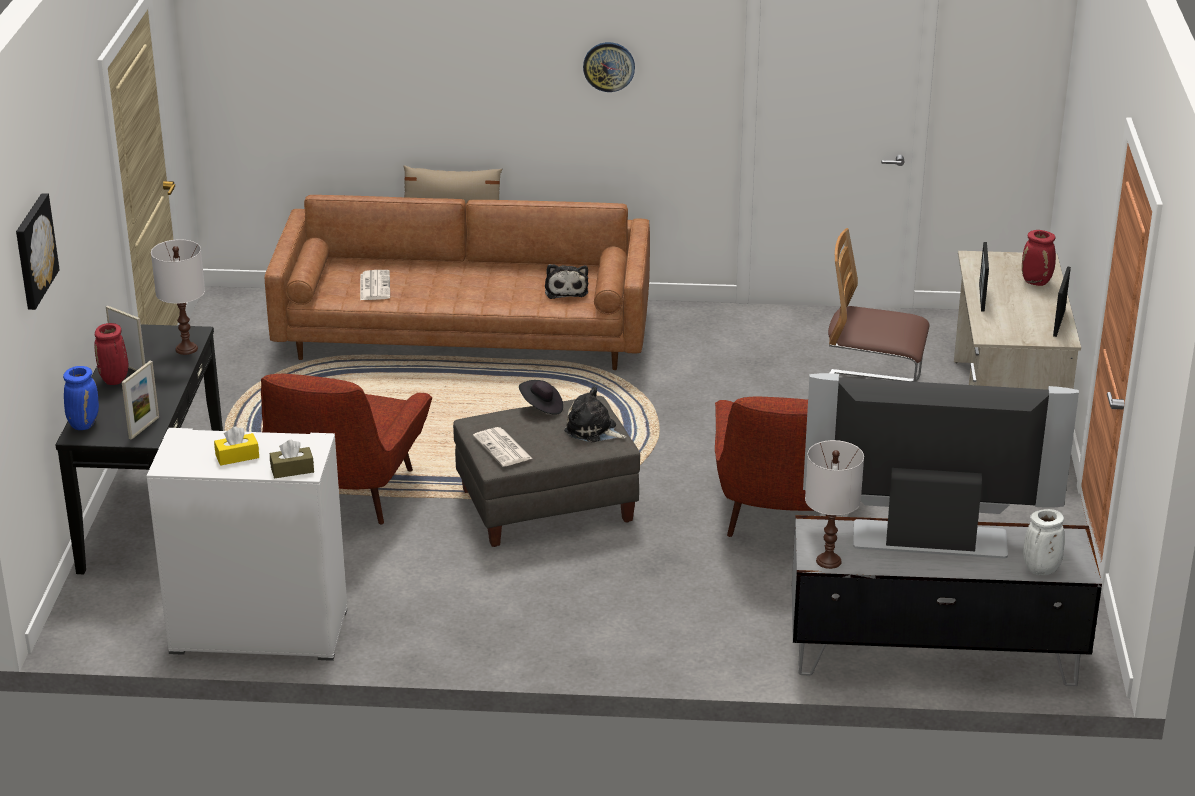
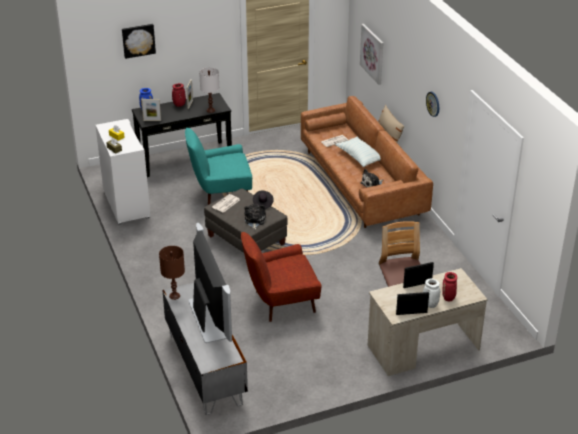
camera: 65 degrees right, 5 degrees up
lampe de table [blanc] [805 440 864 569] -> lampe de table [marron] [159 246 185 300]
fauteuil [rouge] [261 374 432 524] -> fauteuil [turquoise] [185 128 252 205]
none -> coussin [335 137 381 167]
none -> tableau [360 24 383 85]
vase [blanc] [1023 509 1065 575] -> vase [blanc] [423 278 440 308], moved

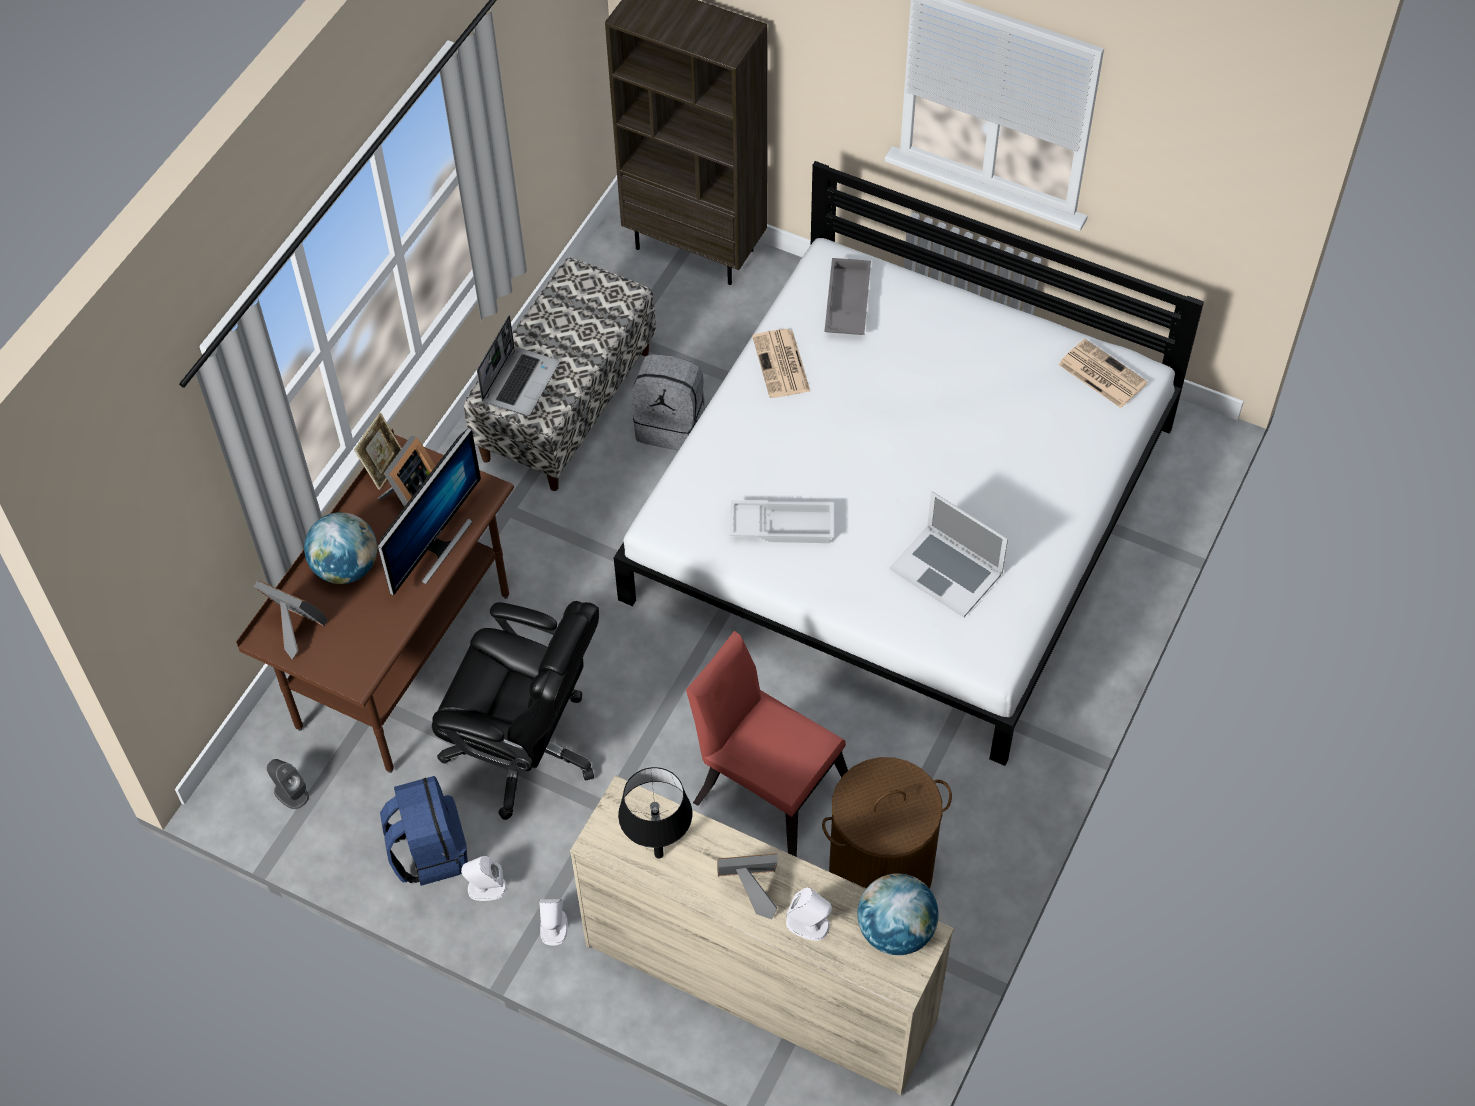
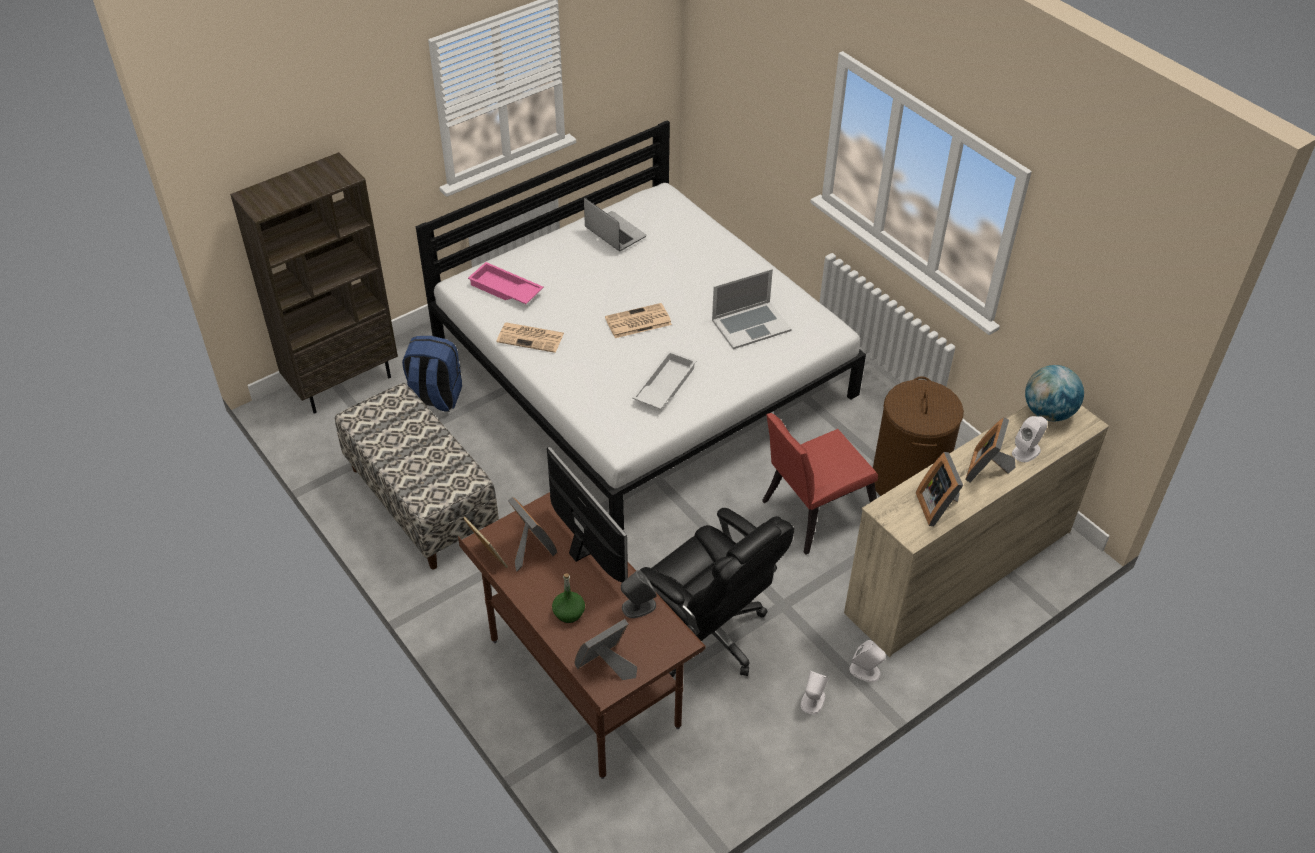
camera: 65 degrees left, 10 degrees down
sac à dos [bleu] [380 776 468 886] -> sac à dos [bleu] [402 336 462 412], moved
plateau [gris] [824 258 871 335] -> plateau [rose] [468 262 544 304]
globe [304 512 377 584] -> bouteille [vert] [552 573 585 623]
ordinateur portable [477 316 560 416] -> ordinateur portable [584 198 646 251], moved
journal [1058 339 1148 408] -> journal [605 303 672 338], moved
enceinte [gris] [267 759 309 809] -> enceinte [gris] [621 570 656 618], moved
chaise de bureau [noir] [432 601 599 820] -> chaise de bureau [noir] [640 508 794 677], 90 degrees clockwise
lampe de table [noir] [618 767 692 858] -> cadre photo [916 452 963 526]
sac à dos [gris] [632 354 705 451] -> none

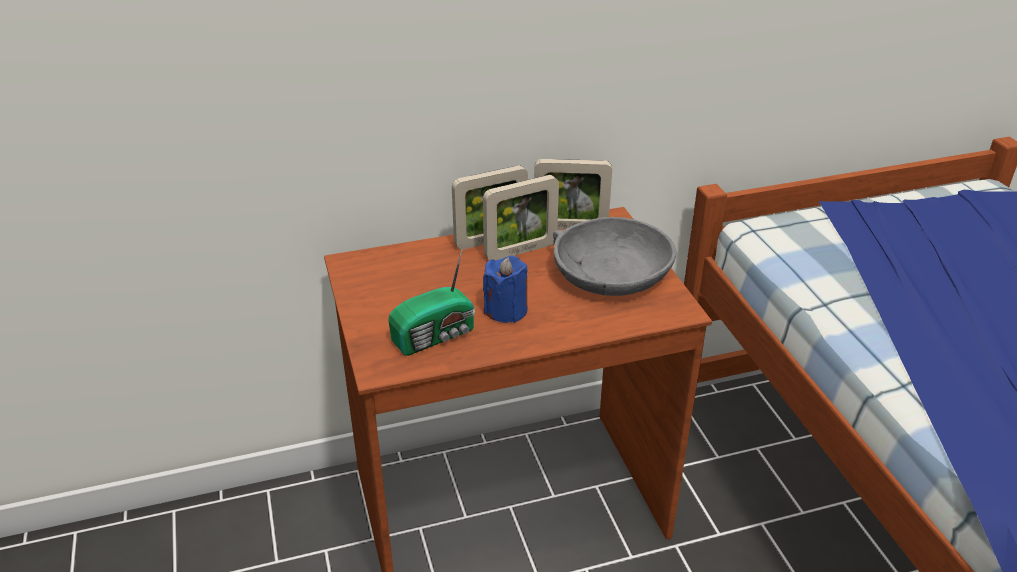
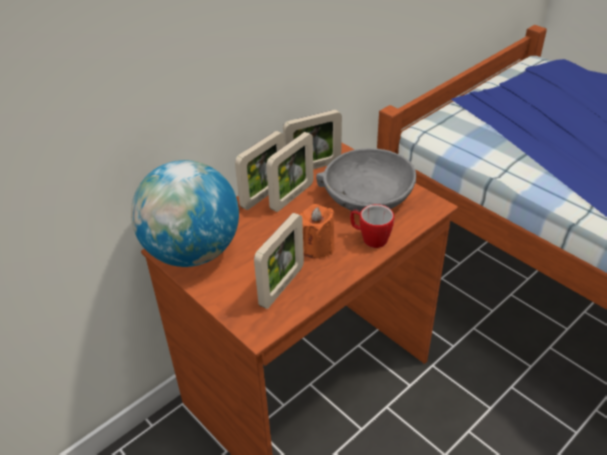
camera: 25 degrees left, 5 degrees up
none -> globe [131 160 239 267]
radio [388 247 475 356] -> cadre photo [254 213 304 309]
bougie [bleu] [483 256 528 323] -> bougie [orange] [300 204 335 259]
none -> mug [350 204 394 248]

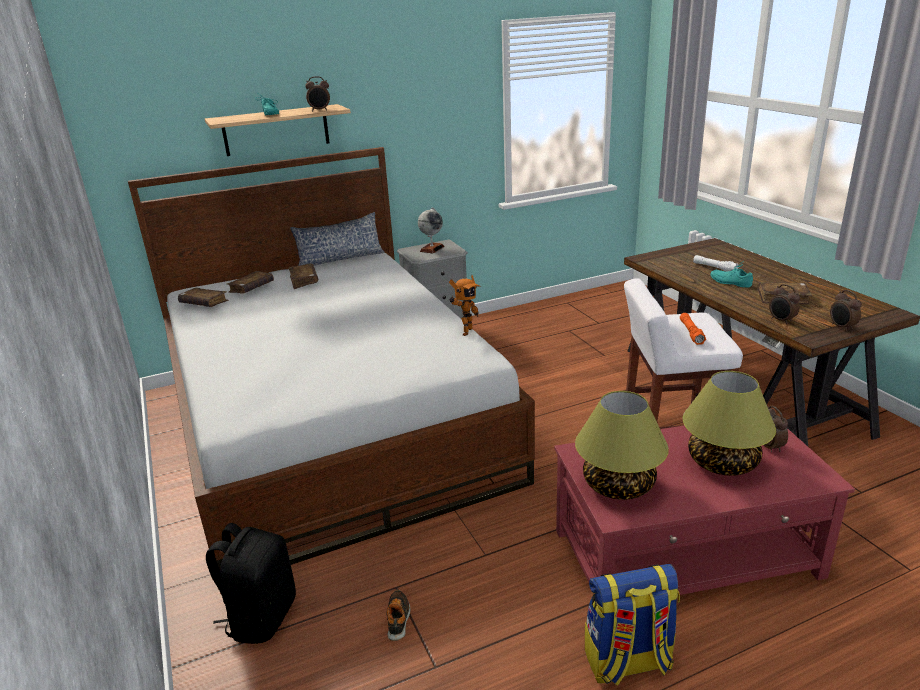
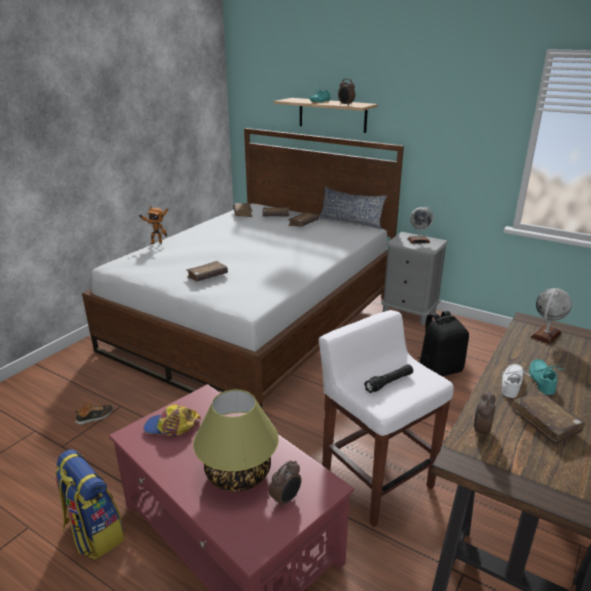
camera: 55 degrees right, 0 degrees up
robot jouet [449 275 480 336] -> robot jouet [140 206 168 244], moved
lampe de table [575 391 669 500] -> casquette [144 404 201 436]
none -> livre [marron] [186 261 228 282]
lampe de poche [orange] [680 313 706 345] -> lampe de poche [noir] [364 364 413 393]
sac à dos [noir] [206 523 296 644] -> sac à dos [noir] [418 311 469 376], moved
none -> chaussure [blanc] [502 364 531 398]
none -> globe [530 288 572 345]
lampe de poche [blanc] [693 255 739 271] -> none
réveil [830 290 862 332] -> none

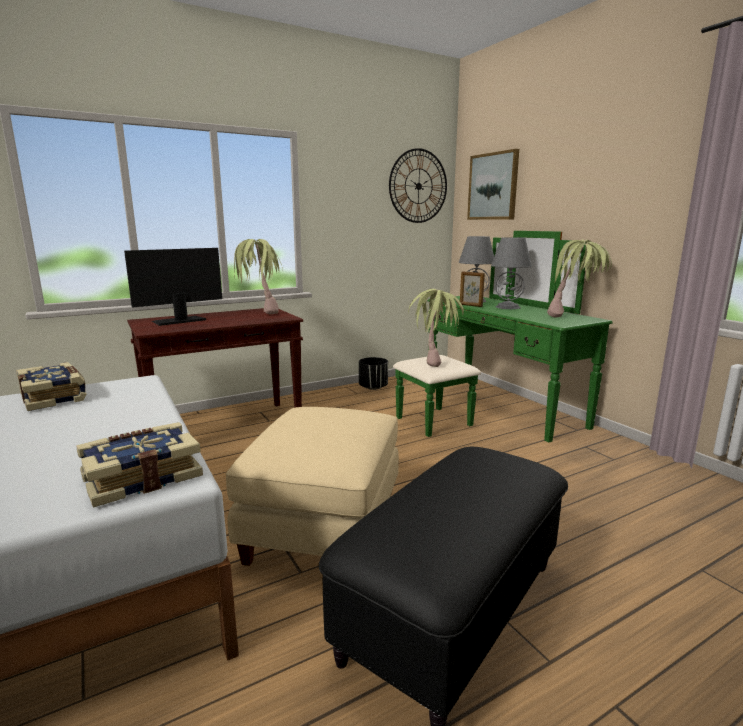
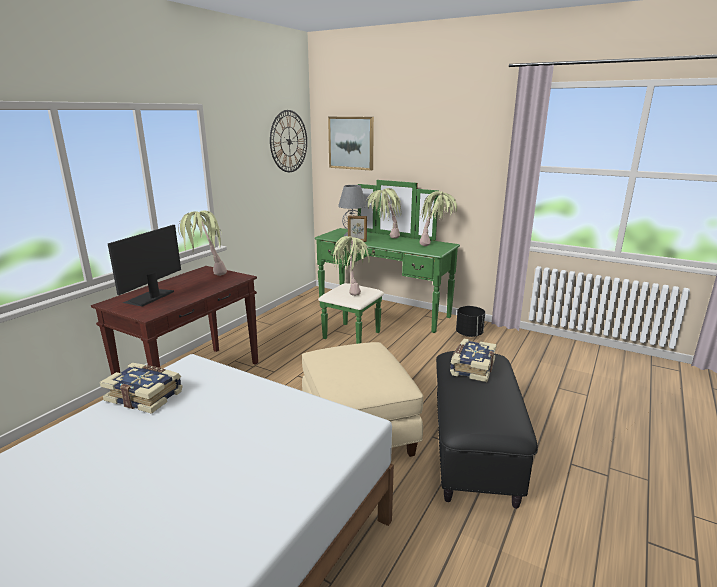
camera: 30 degrees left, 5 degrees up
lampe de table [gris] [491 237 532 309] -> plante en pot [365 188 402 239]
livre [76 422 203 507] -> livre [450 339 497 382], moved
cache-pot [noir] [359 357 388 390] -> cache-pot [noir] [456 306 485 337], moved

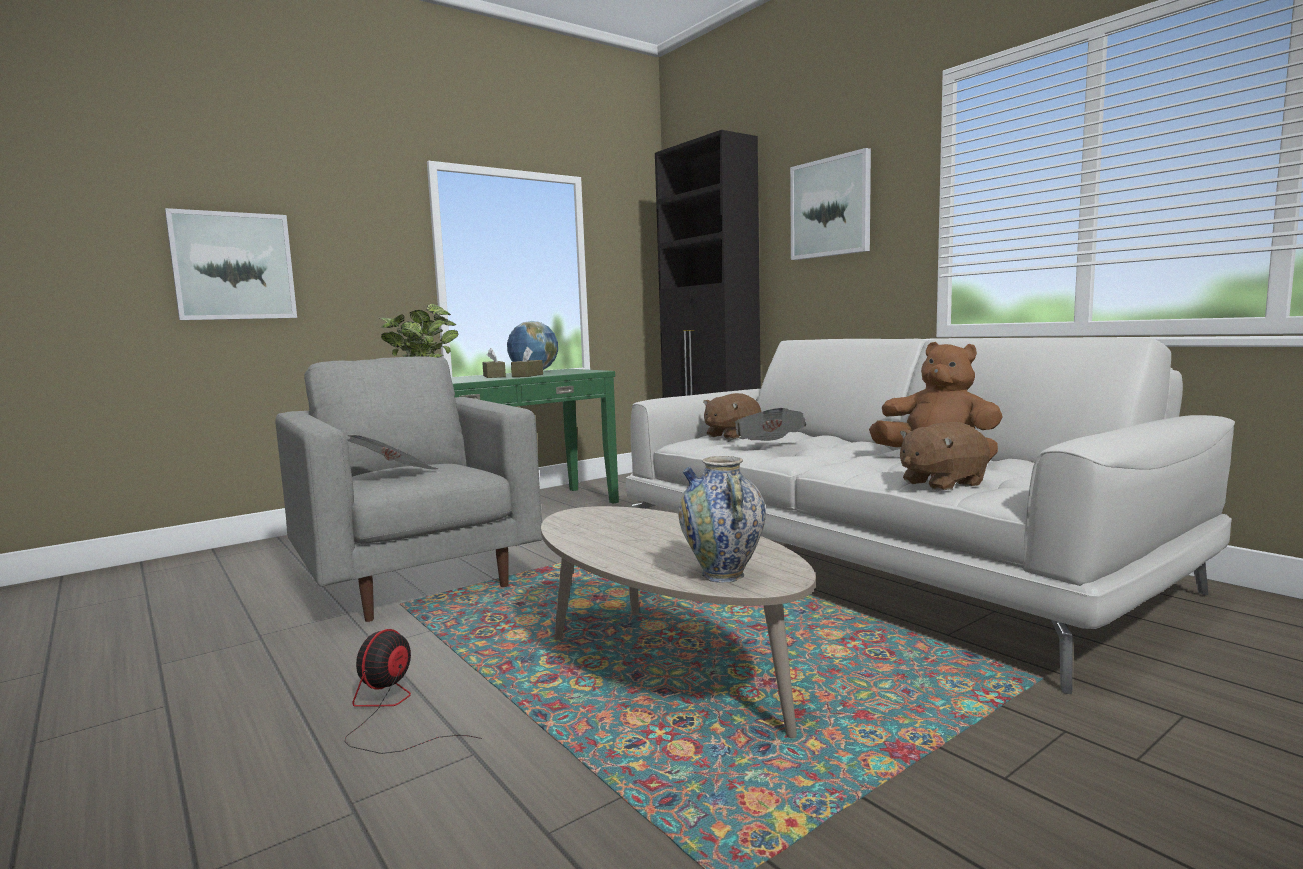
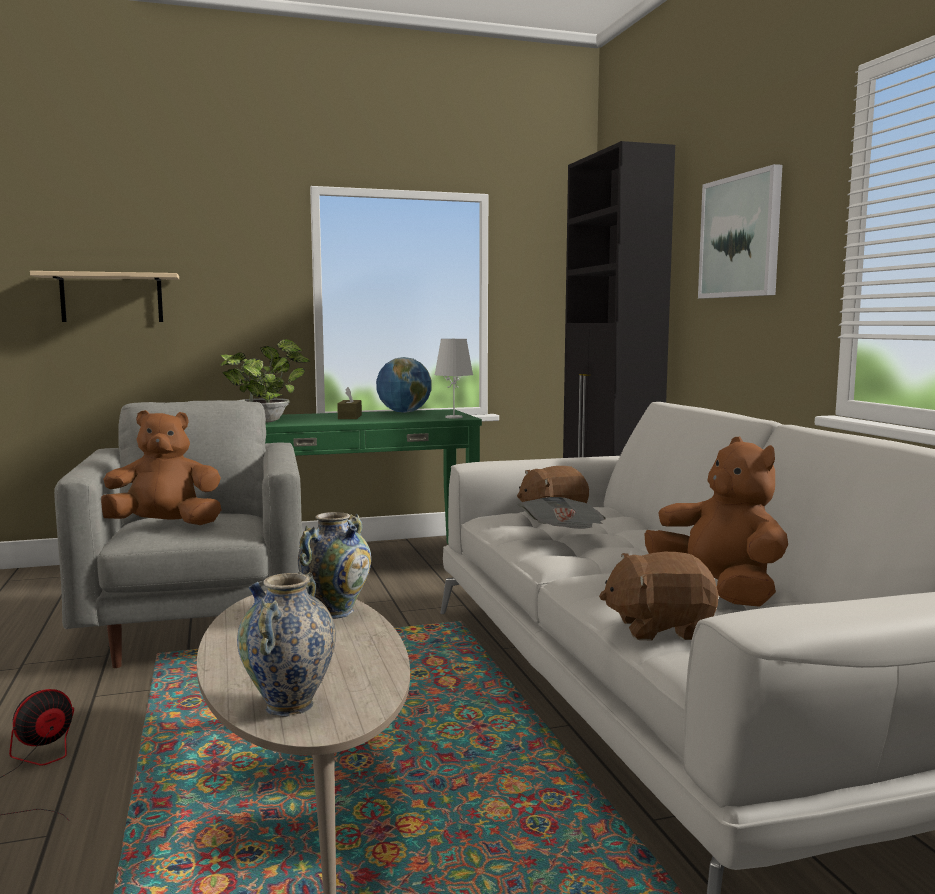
camera: 20 degrees right, 0 degrees up
tableau [165 208 297 320] -> étagère [beige] [30 271 179 322]
journal [347 435 439 469] -> peluche [marron] [101 410 221 525]
none -> vase [298 512 371 619]
none -> lampe de table [blanc] [434 339 473 419]
boîte à mouchoirs [marron] [511 347 543 377] -> none

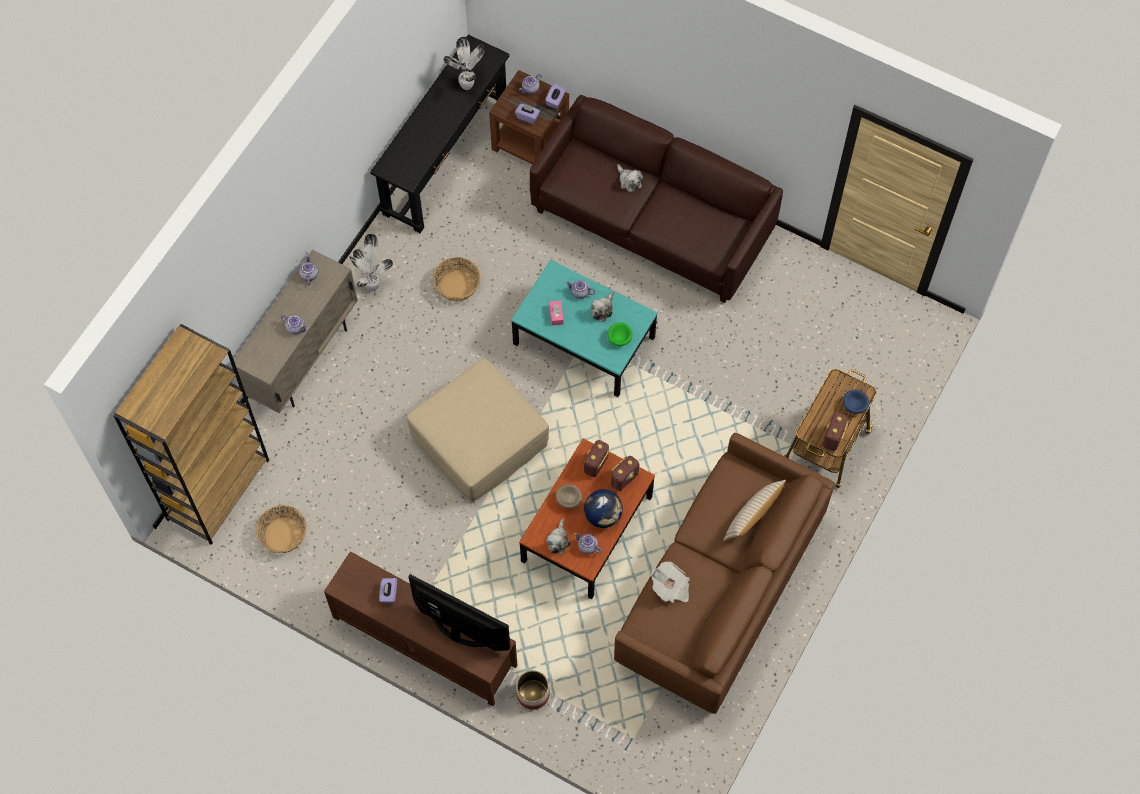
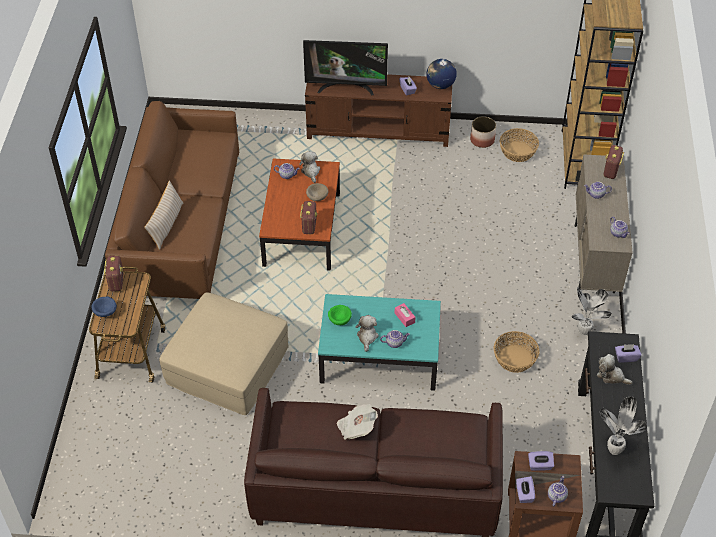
camera: 155 degrees right, 15 degrees down
pouf [beige] [407 358 549 503] -> pouf [beige] [159 292 288 415], moved
journal [651 562 690 603] -> journal [337 404 378 440], moved
globe [584 489 623 528] -> globe [427 59 457 89], moved
cache-pot [516 670 549 710] -> cache-pot [470 116 496 148], moved
peluche [617 164 643 192] -> peluche [597 354 633 385], moved
radio [611 456 639 491] -> radio [604 145 624 179], moved
none -> boîte à mouchoirs [violet] [615 344 642 363]

